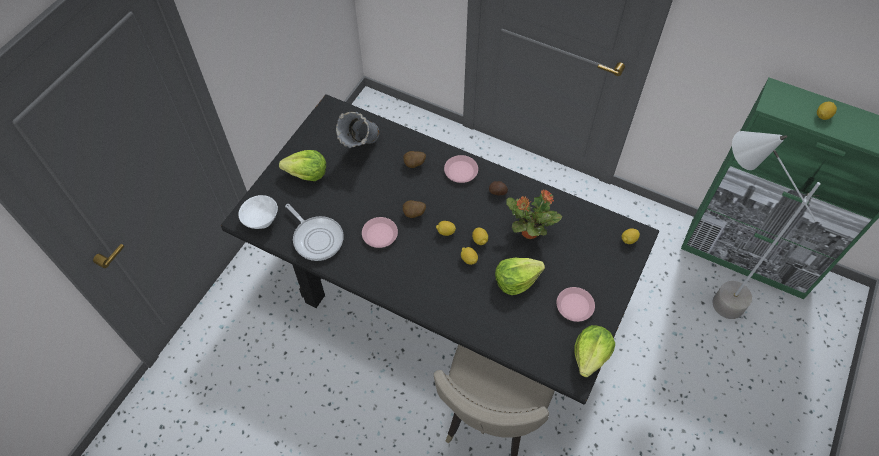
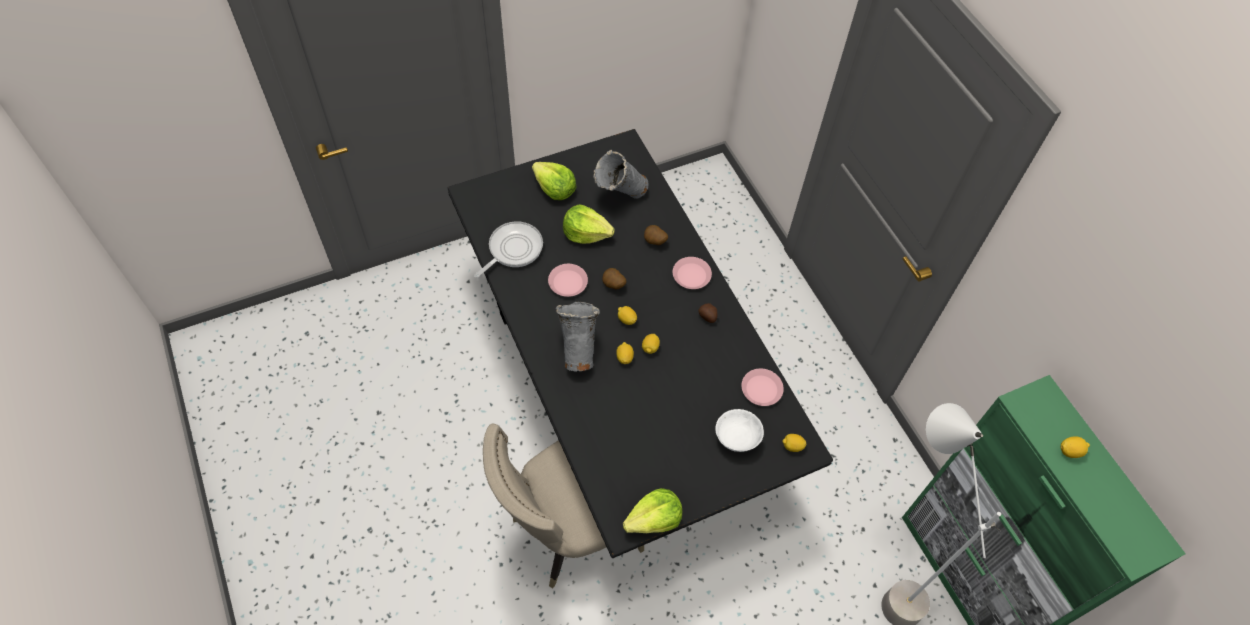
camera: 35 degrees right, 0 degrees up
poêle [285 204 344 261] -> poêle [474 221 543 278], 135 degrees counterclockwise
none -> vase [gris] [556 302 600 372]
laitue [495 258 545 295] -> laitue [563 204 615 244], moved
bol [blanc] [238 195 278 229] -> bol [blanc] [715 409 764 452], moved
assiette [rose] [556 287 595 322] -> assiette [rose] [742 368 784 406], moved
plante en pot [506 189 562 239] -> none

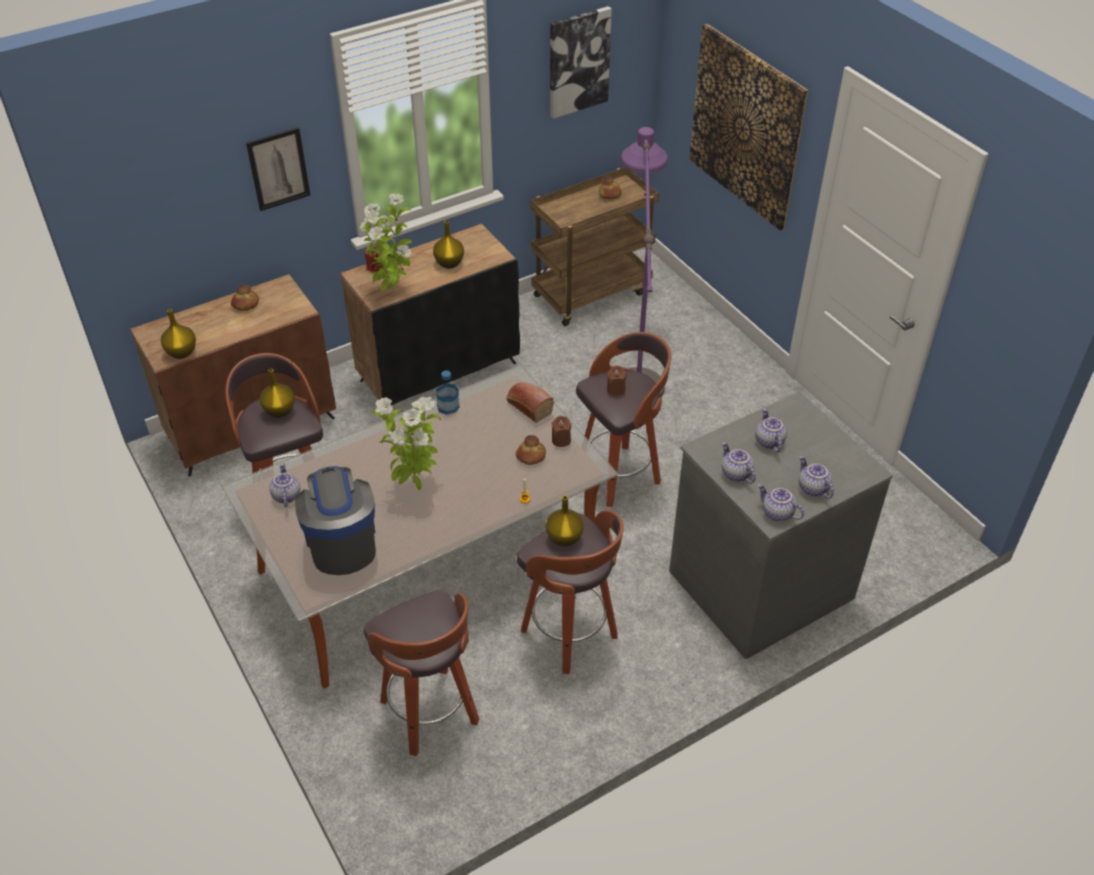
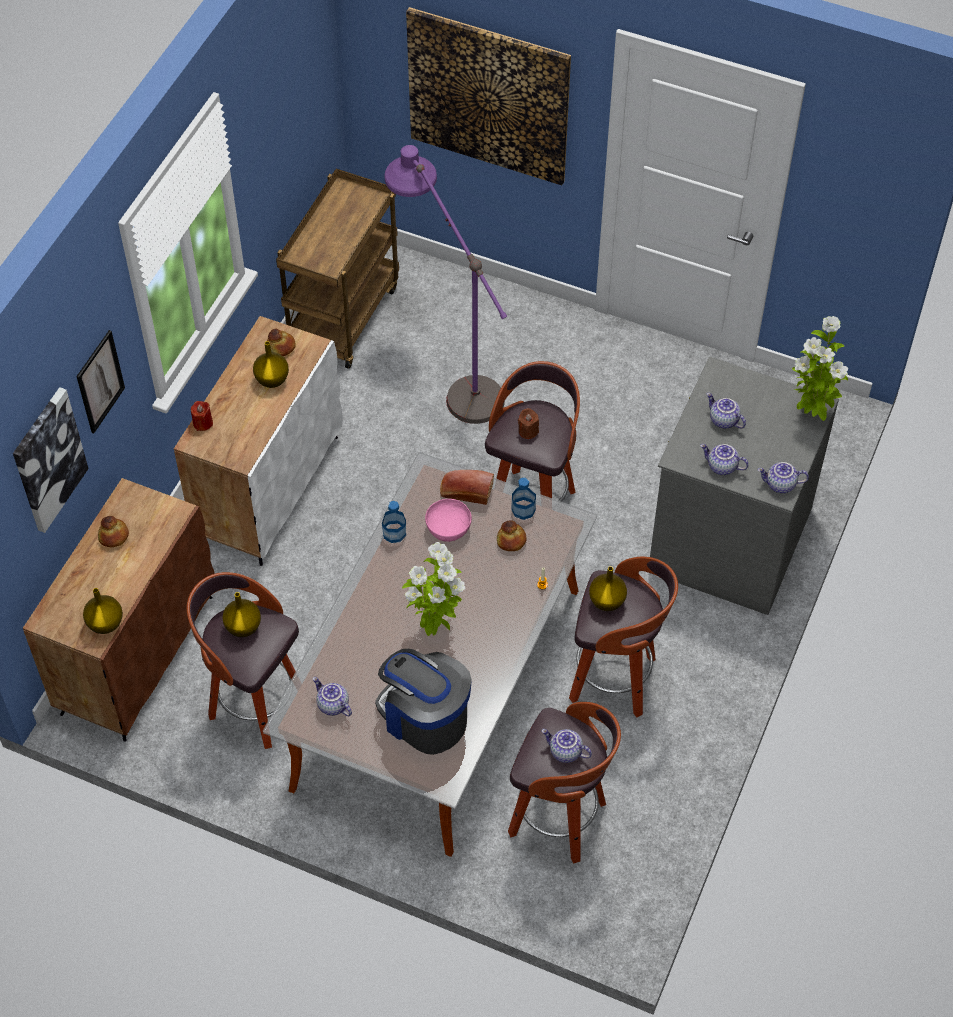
camera: 35 degrees left, 10 degrees up
tableau [550 6 612 119] -> tableau [13 387 89 533], moved
meuble de rangement [noir] [341 224 520 405] -> meuble de rangement [blanc] [174 316 343 566]
pain [599 176 622 199] -> pain [267 328 296 356], moved
none -> bol [rose] [425 499 472 542]
bougie [marron] [551 416 571 447] -> bouteille [511 478 536 520]
théière [799 456 834 498] -> théière [542 729 592 763], moved
plante en pot [360 194 412 292] -> plante en pot [792 316 848 421], moved

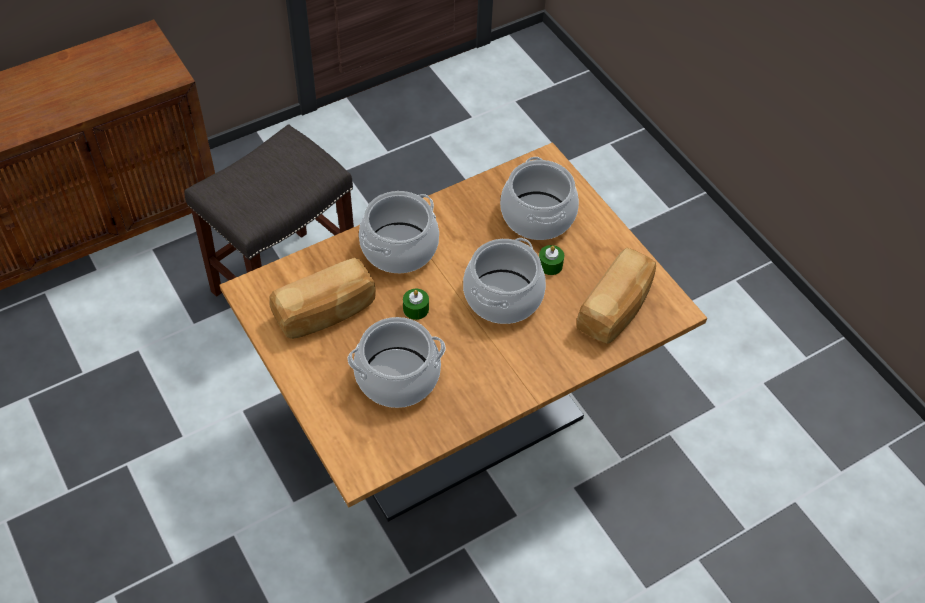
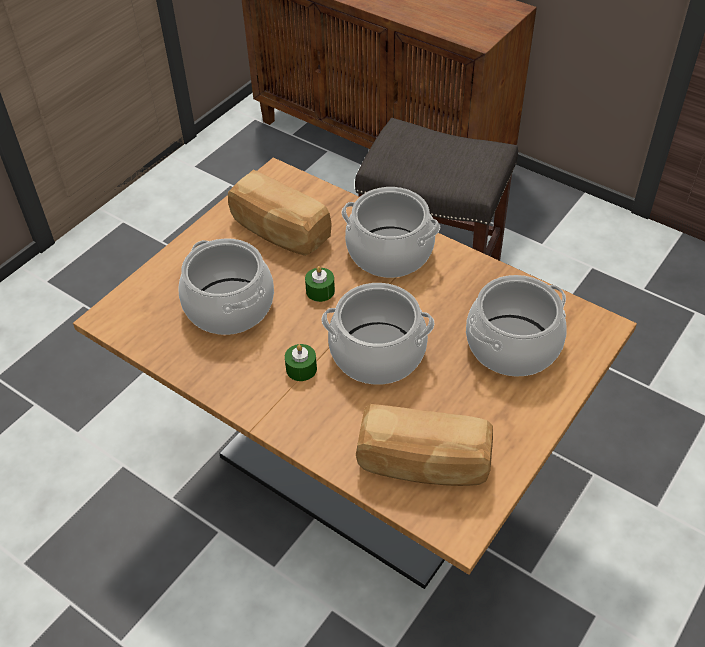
camera: 70 degrees right, 5 degrees down
bougie [vert] [539 245 564 275] -> bougie [vert] [285 344 317 381], moved

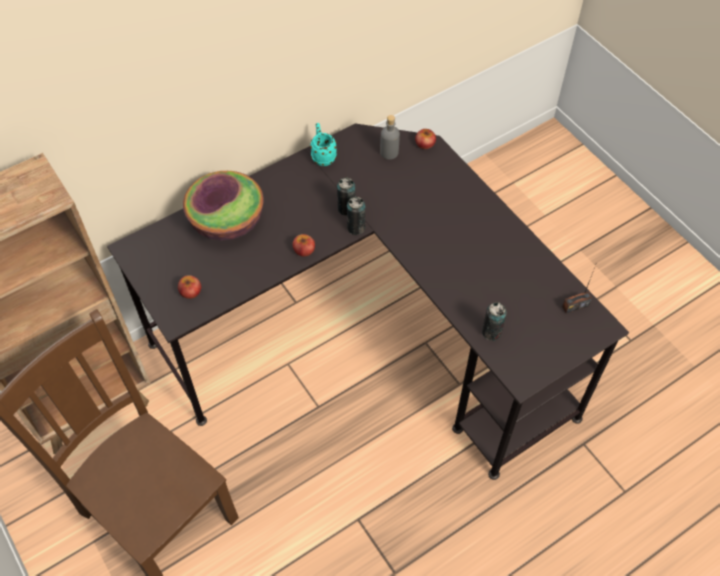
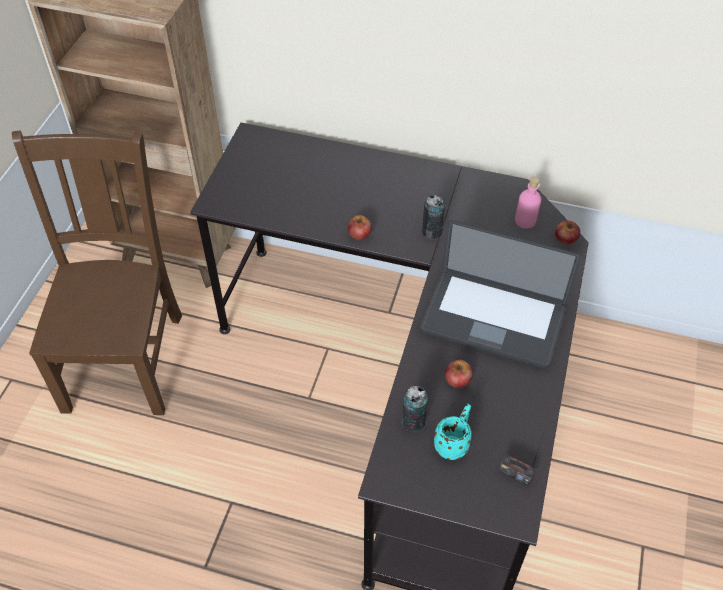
camera: 50 degrees right, 5 degrees down
none -> ordinateur portable [420 220 581 369]
mug [turquoise] [310 123 336 166] -> mug [turquoise] [434 404 472 460], moved
pomme [178 275 201 299] -> pomme [445 360 473 388], moved
bouteille [gris] [380 115 400 160] -> bouteille [rose] [515 177 541 229]
bol [183 171 263 241] -> none
boîte métallique [347 197 365 235] -> none

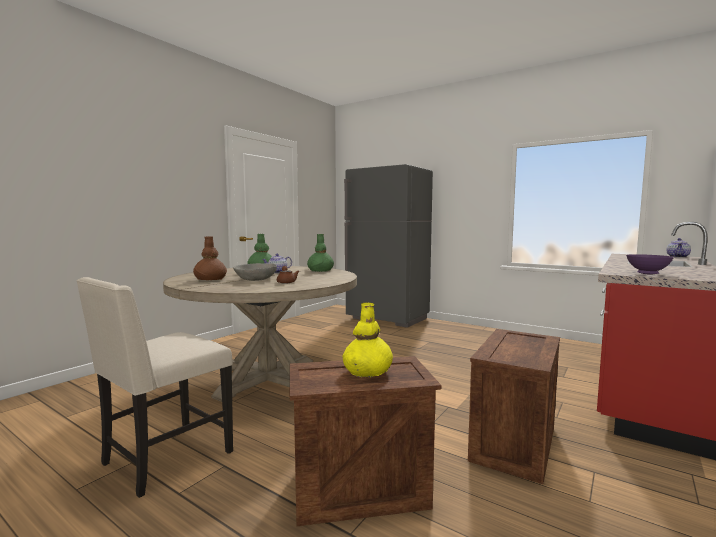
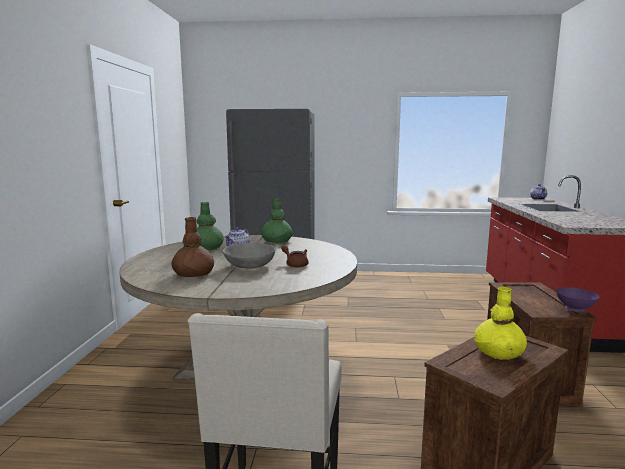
camera: 30 degrees left, 5 degrees up
bol [violet] [626 254 674 275] -> bol [violet] [556 287 600 312], moved

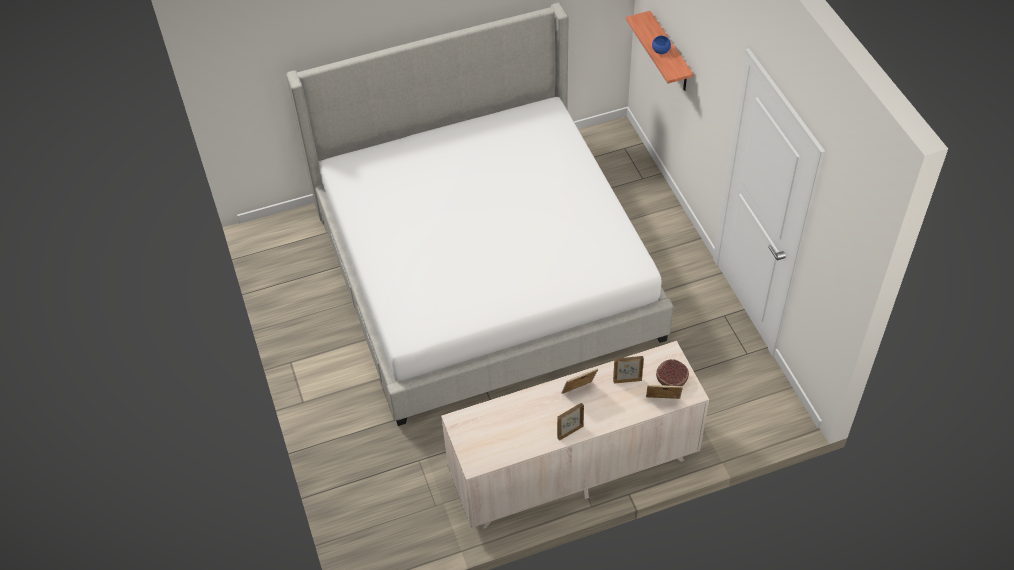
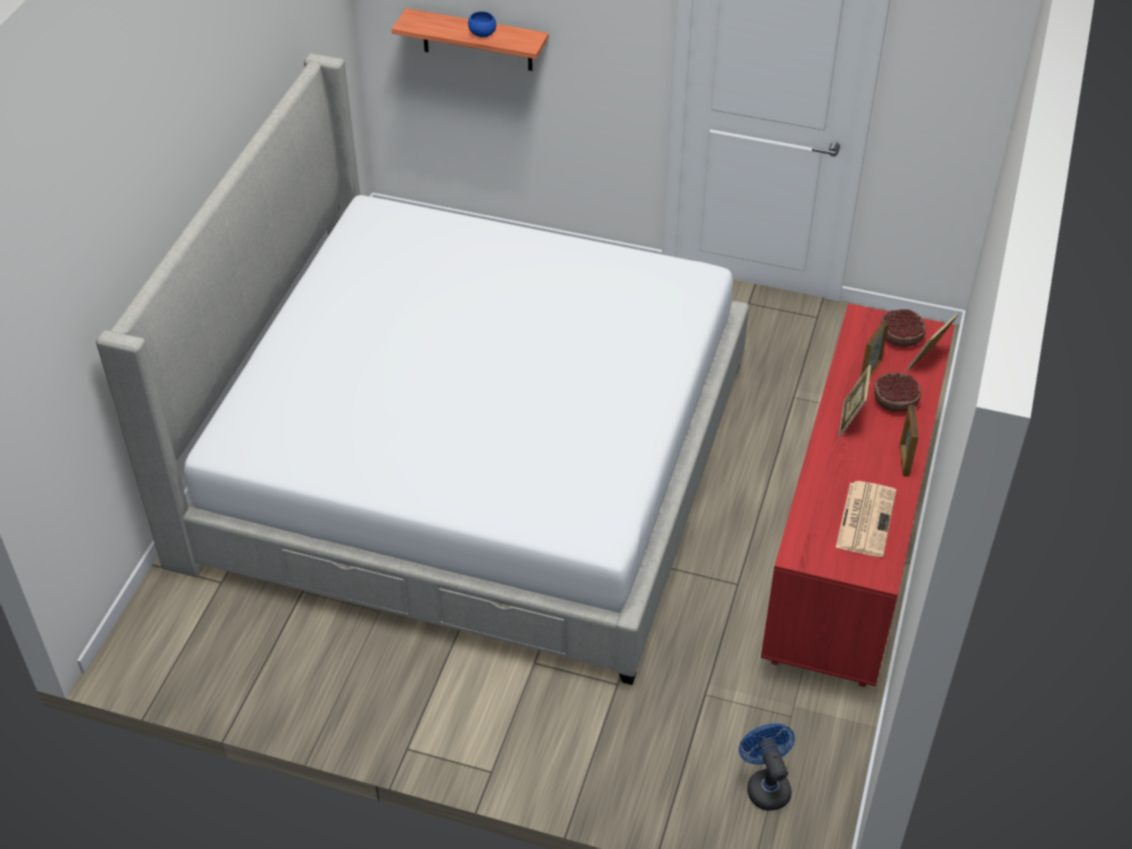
camera: 55 degrees left, 5 degrees down
none -> ventilateur [bleu] [739 723 795 811]
commode [beige] [441 341 709 529] -> commode [rouge] [761 303 955 687]
none -> journal [836 481 896 557]
none -> bol [874 372 921 412]

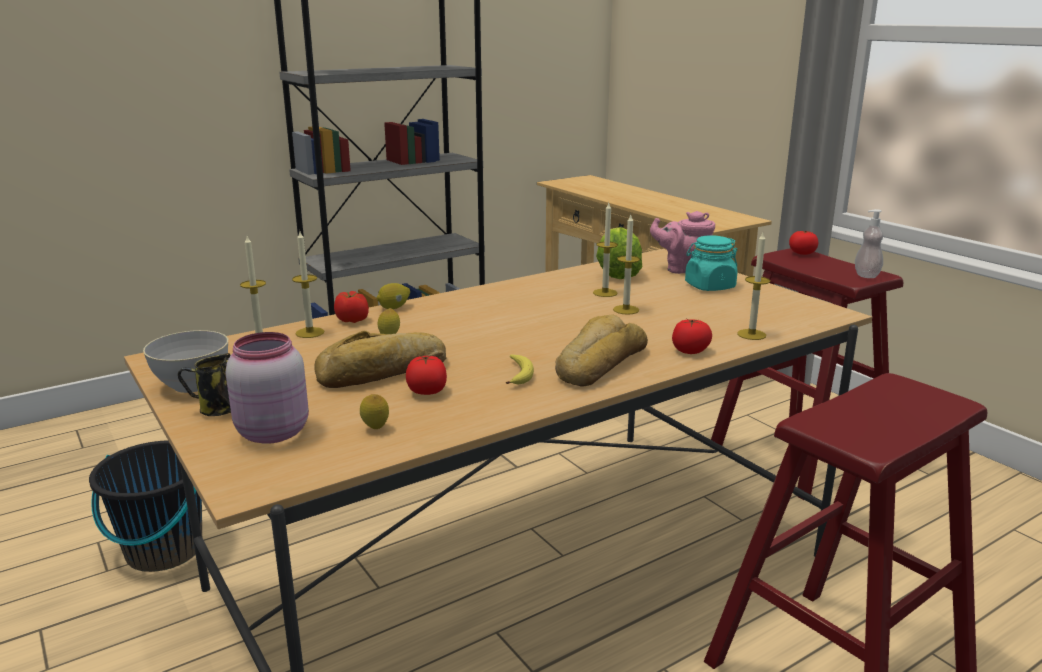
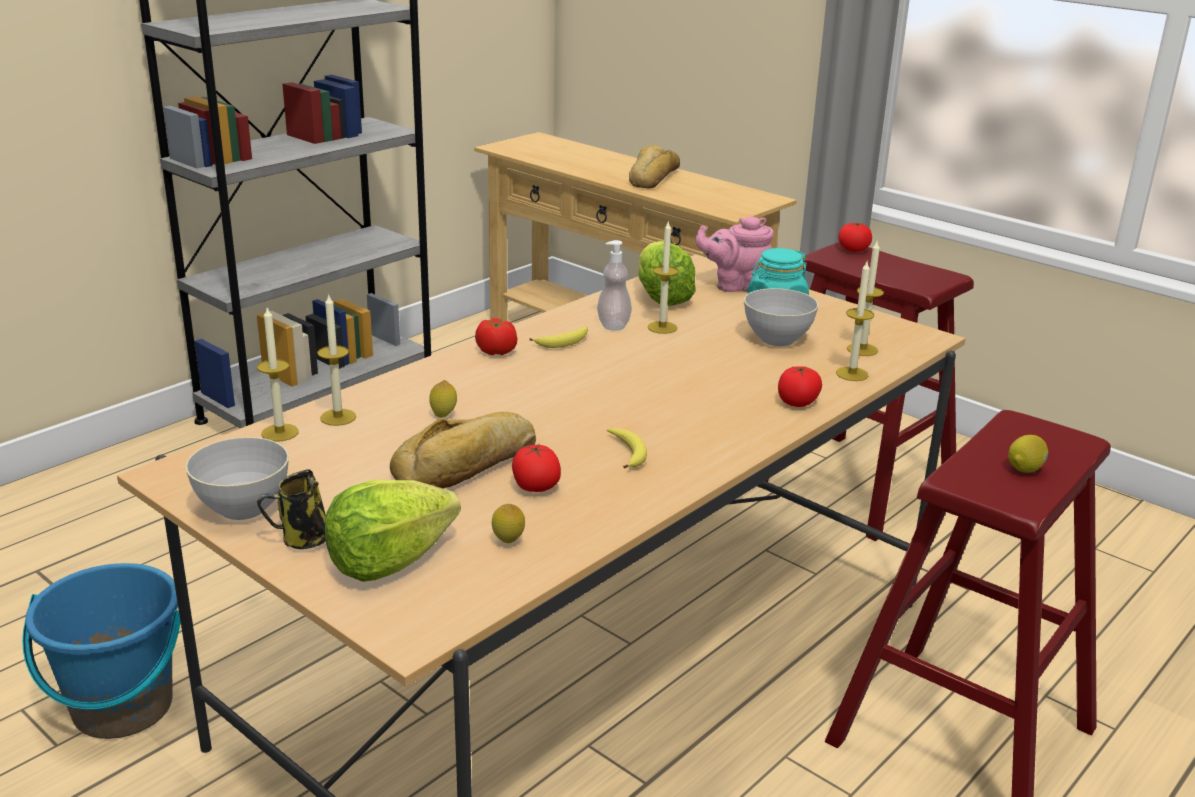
camera: 15 degrees left, 5 degrees up
seau [noir] [89 441 202 572] -> seau [bleu] [22 563 181 739]
bocal [rose] [226 332 309 444] -> laitue [325 480 461 582]
tomate [334 291 369 323] -> tomate [475 318 517 355], moved
none -> banane [529 326 588 348]
distributeur de savon [855 209 883 278] -> distributeur de savon [597 240 632 331], moved
pain [555 314 648 386] -> pain [629 145 680 189], moved
none -> bol [gris] [744 288 818 346]
bougie [613 215 640 315] -> bougie [847 241 884 356], moved
citron [377 283 410 309] -> citron [1008 435 1048 473], moved

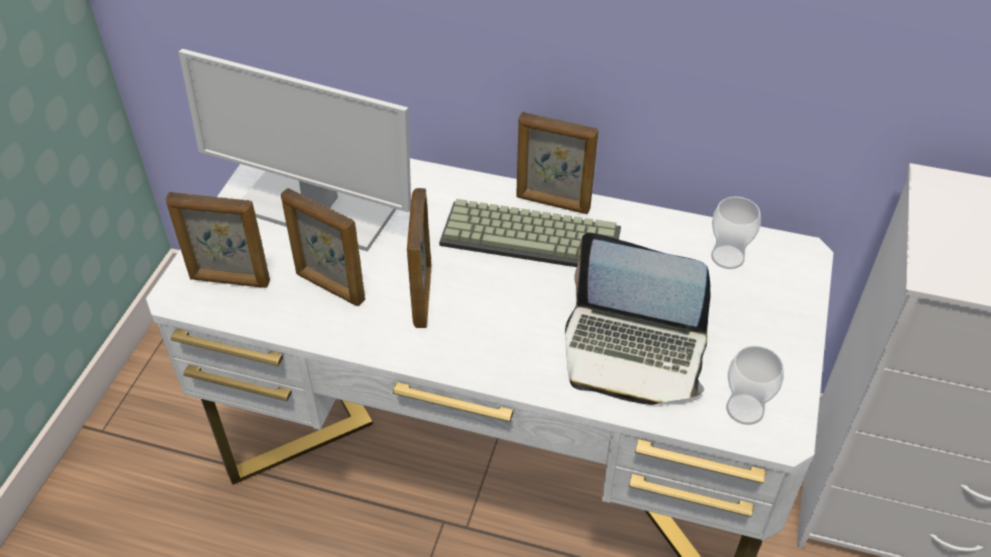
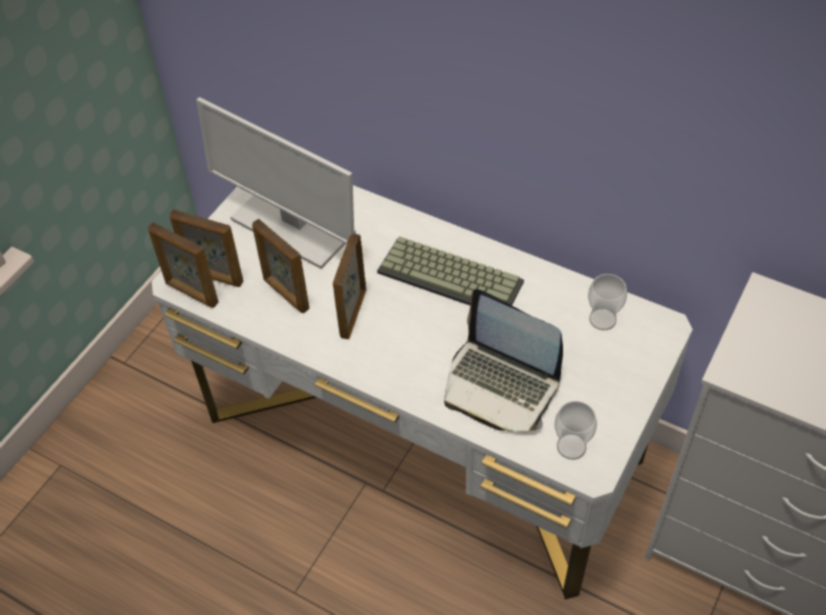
camera: 15 degrees right, 5 degrees up
cadre photo [516 112 598 214] -> cadre photo [148 222 219 308], moved

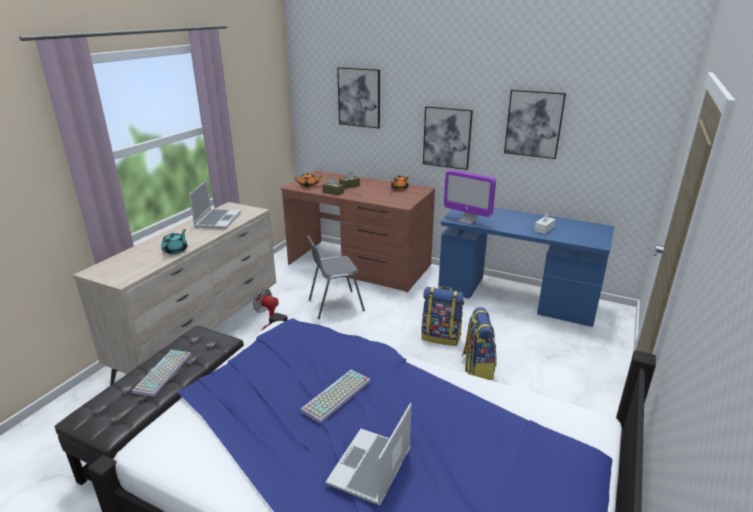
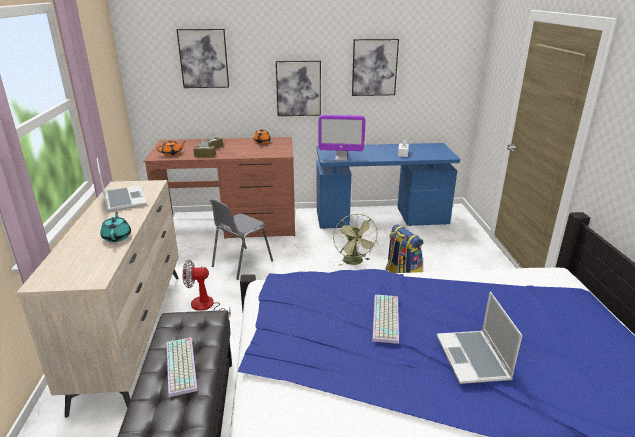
camera: 30 degrees left, 0 degrees up
sac à dos [421 286 464 346] -> ventilateur [vert] [333 214 379 266]

